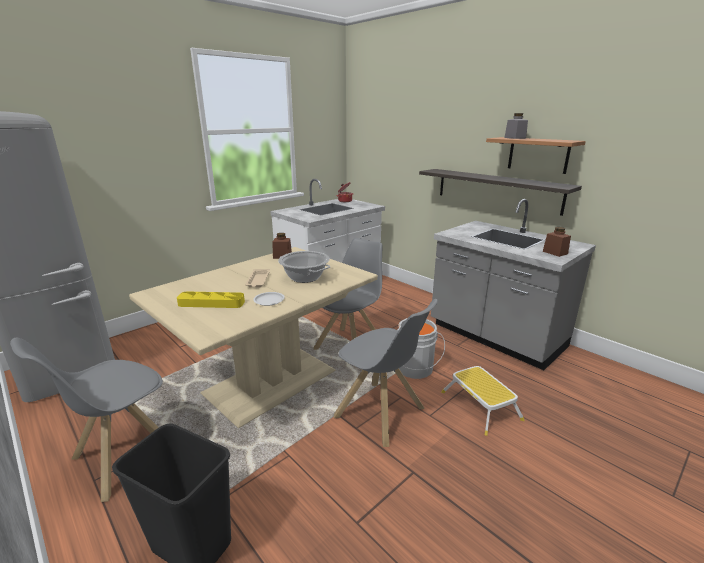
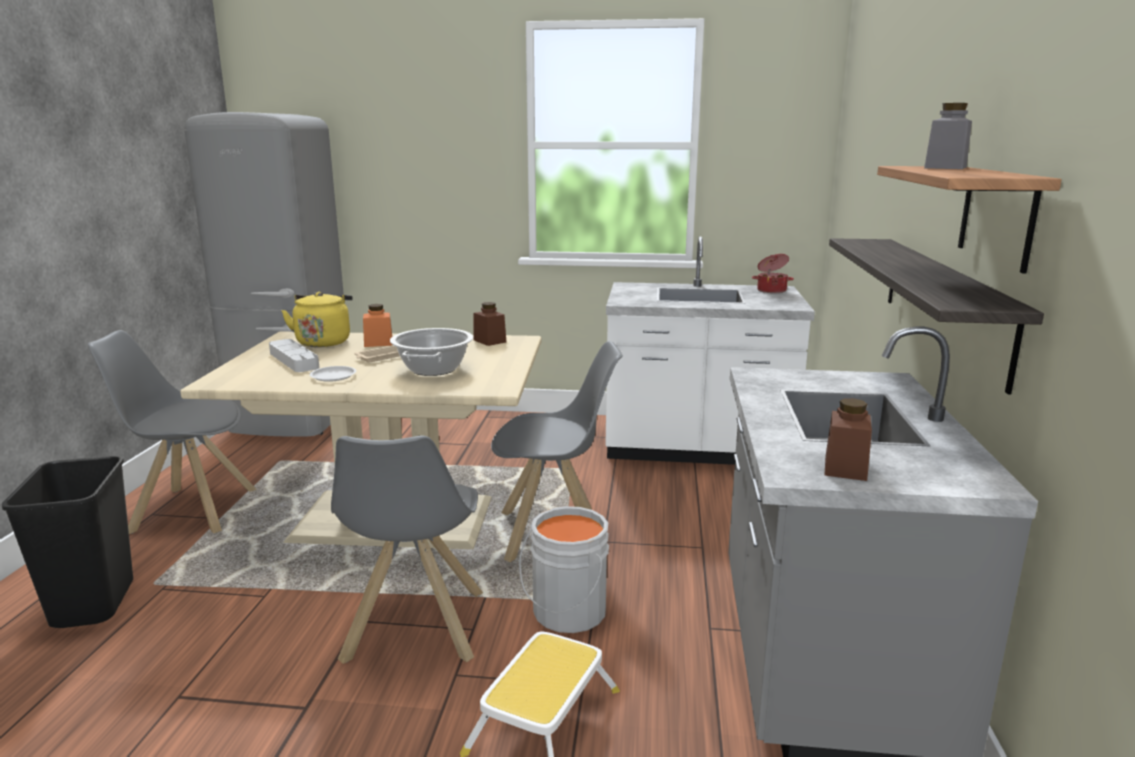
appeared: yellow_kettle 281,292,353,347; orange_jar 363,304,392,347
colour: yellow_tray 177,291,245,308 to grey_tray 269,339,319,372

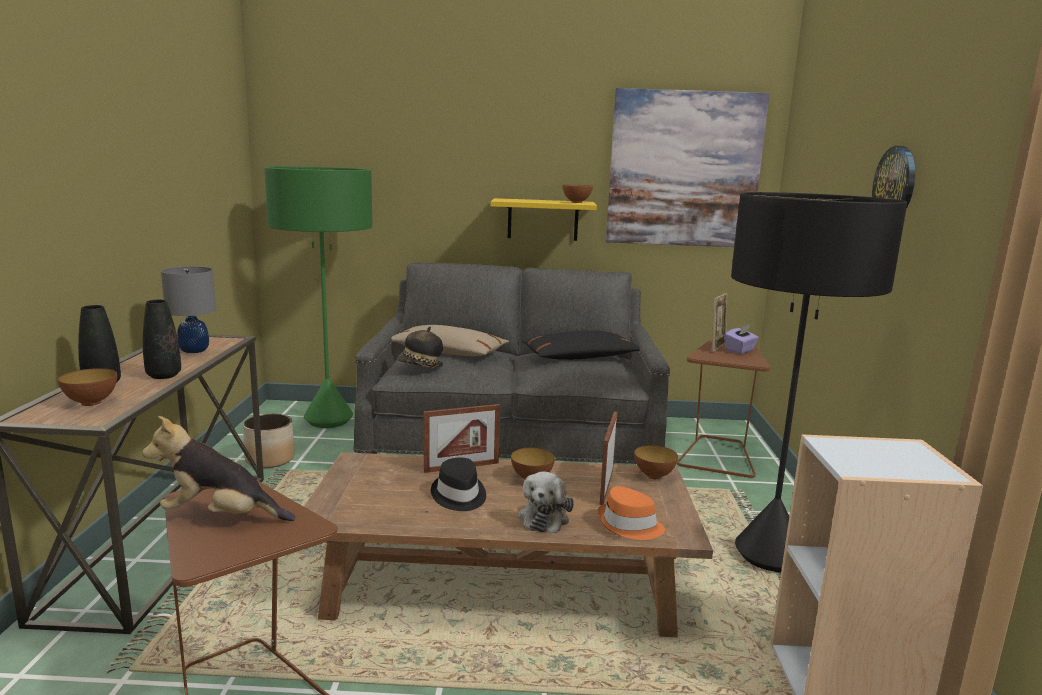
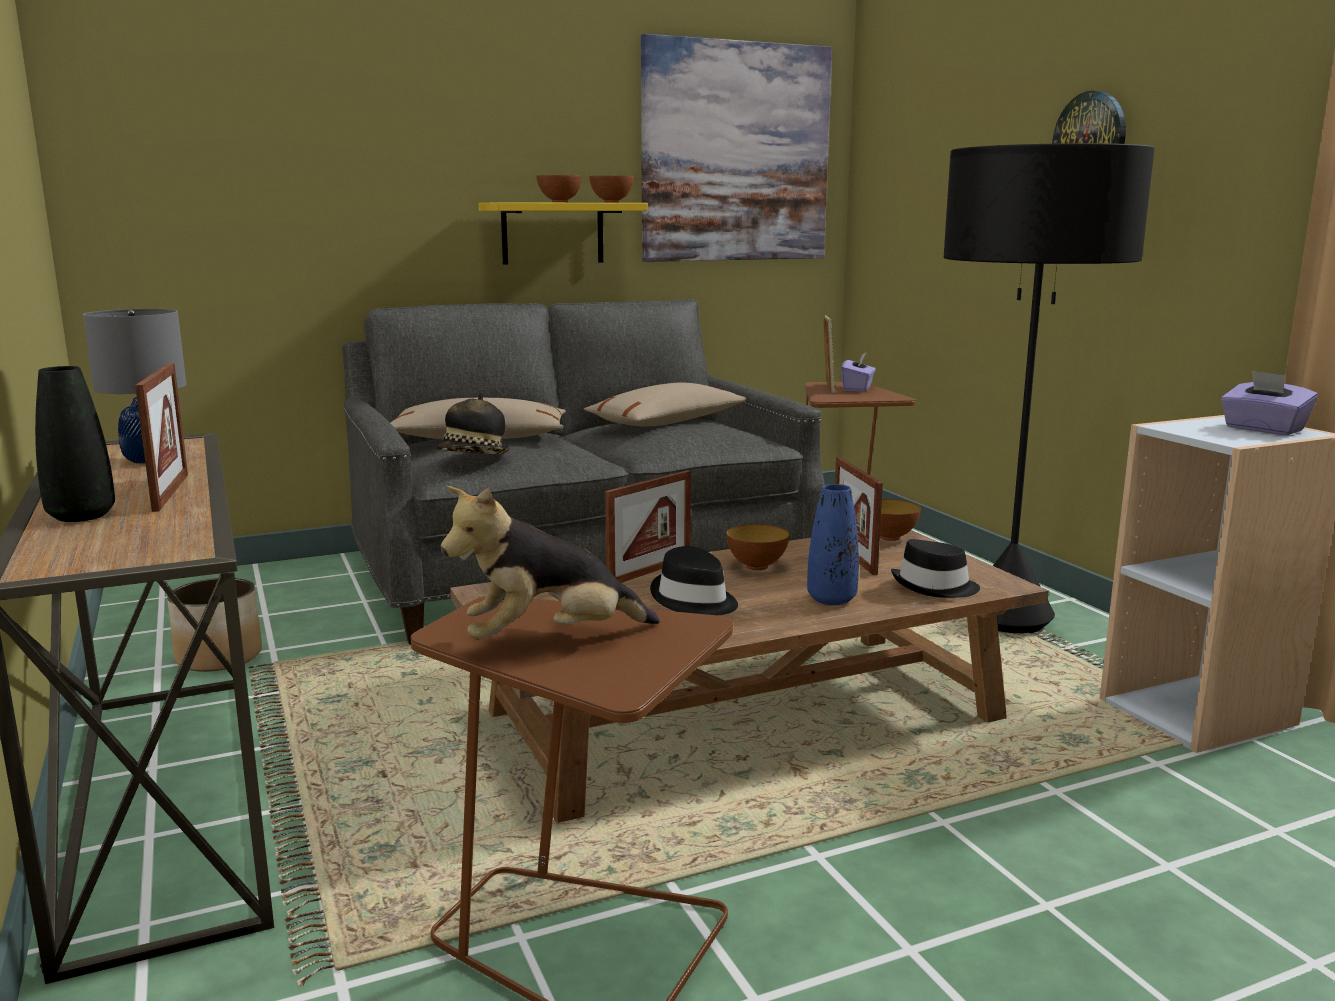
missing: green_floor_lamp 264,166,372,428
appeared: purple_tissue_box 1221,371,1318,435
relocated: bowl 58,368,117,406 to 537,175,582,202
exchanged: black_vase 143,300,181,379 to picture_frame 135,363,188,512; plush_toy 518,472,574,533 to blue_vase 807,484,859,605
colour: black_pillow 522,331,640,360 to beige_pillow 584,383,746,426; orange_hat 598,486,665,540 to black_hat 891,539,980,598

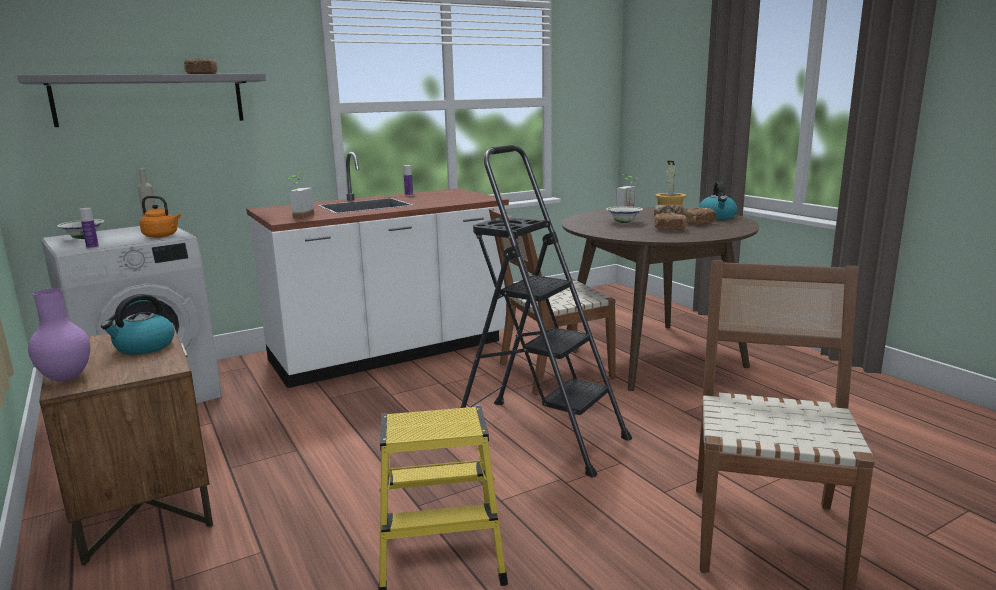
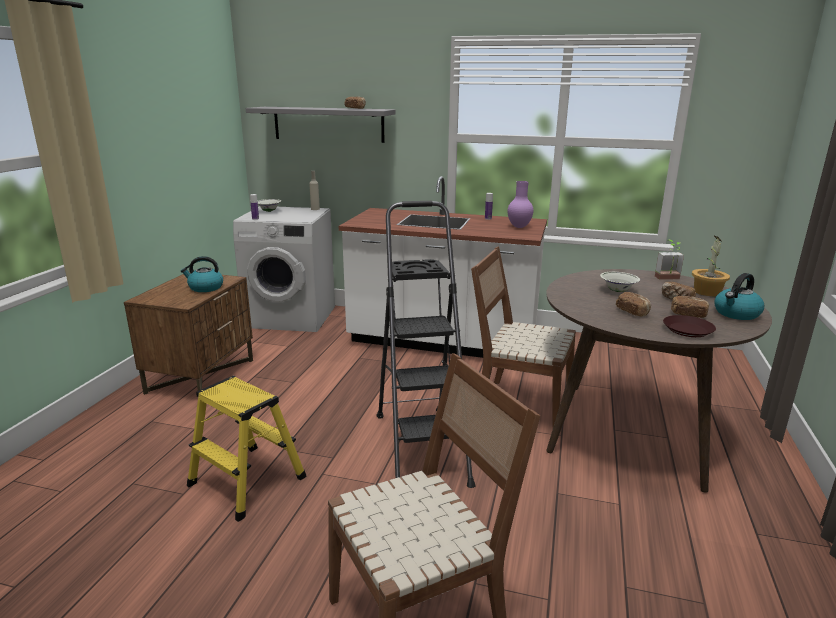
missing: orange_kettle 140,196,181,238; potted_plant 286,173,314,219
appeared: brown_plate 663,315,716,337
relocated: purple_vase 28,288,90,382 to 507,181,534,228

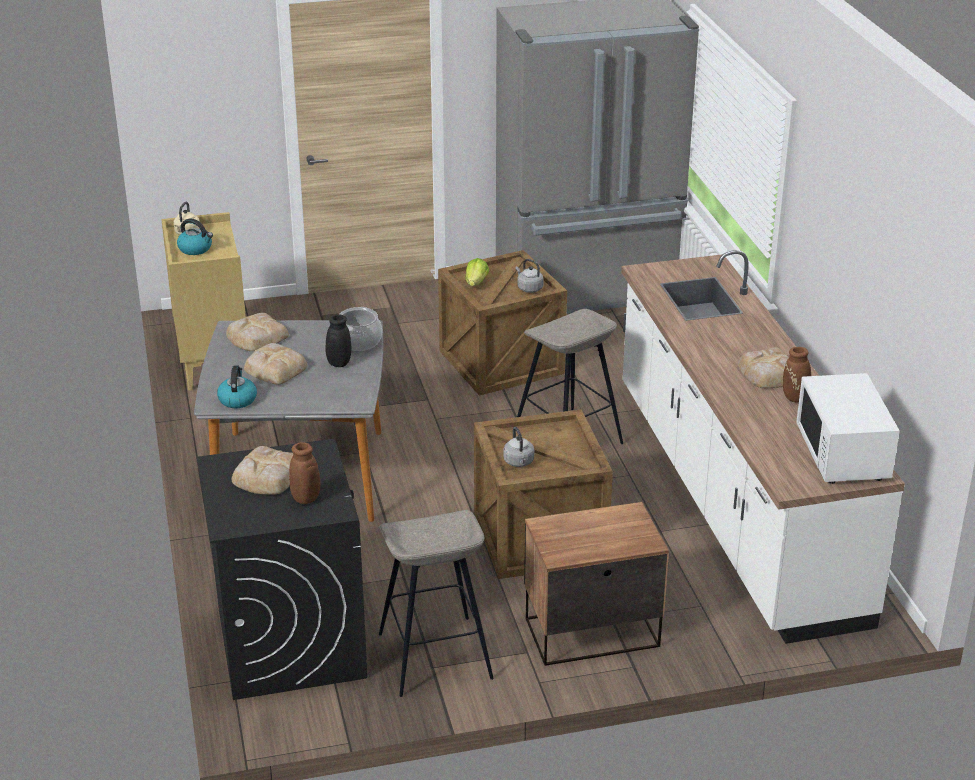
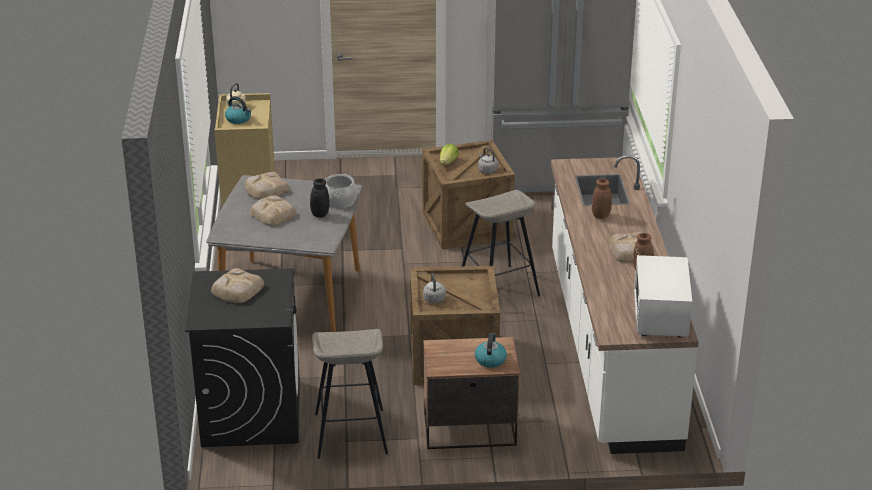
relocated: kettle 217,365,257,408 to 475,333,507,368; brown_vase 289,442,320,504 to 592,179,612,219

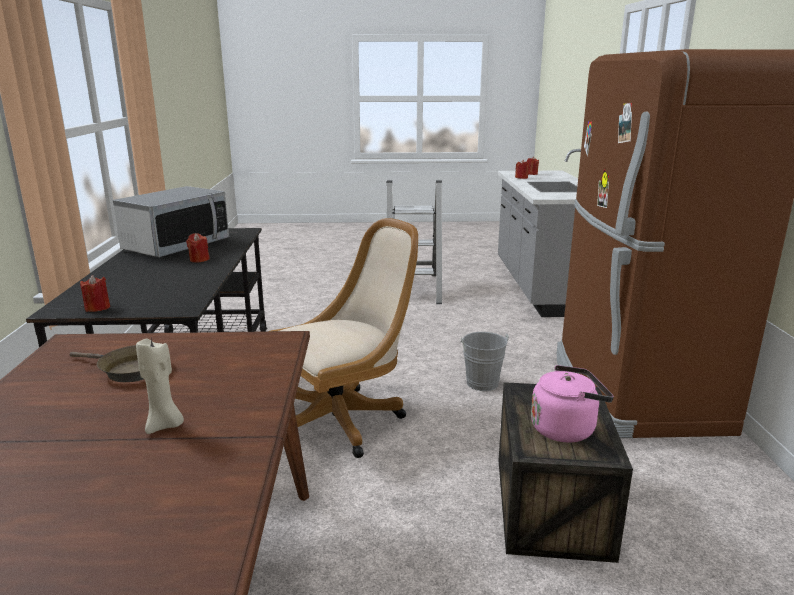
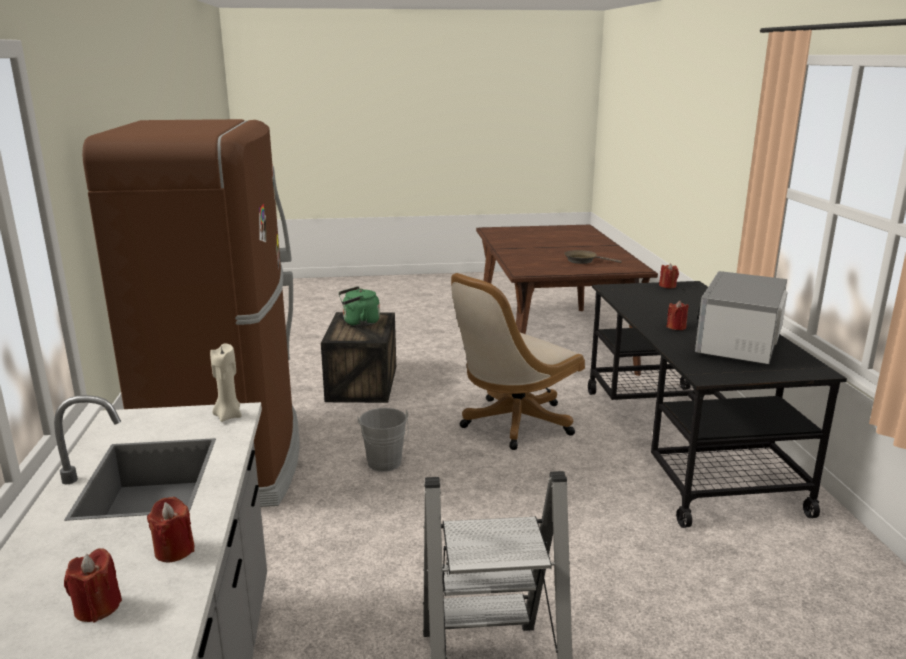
relocated: beige_candle 136,339,184,434 to 210,344,242,422
colour: pink_kettle 531,365,614,443 to green_kettle 339,286,380,327

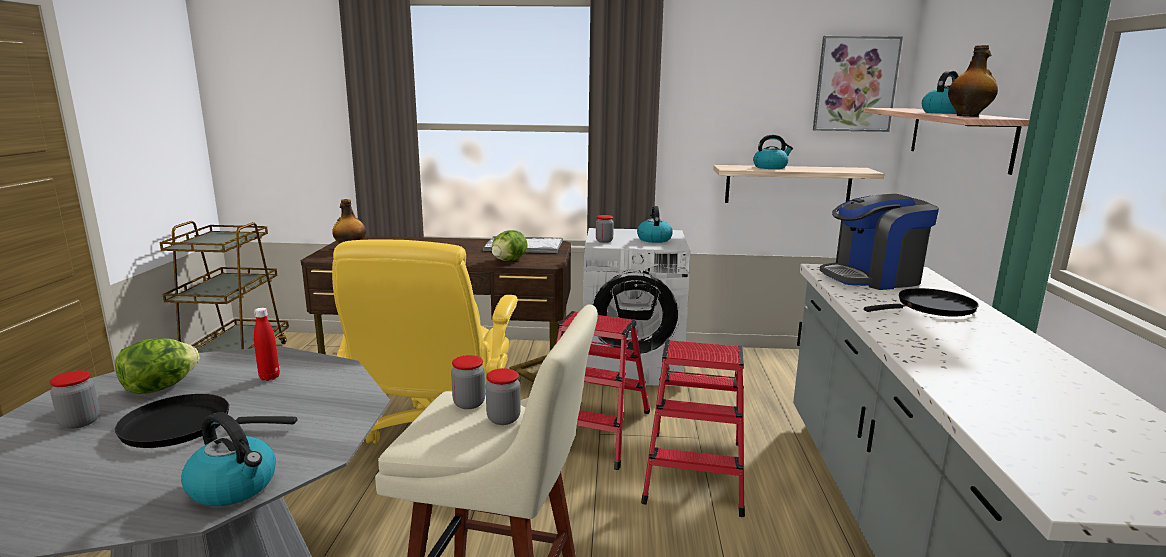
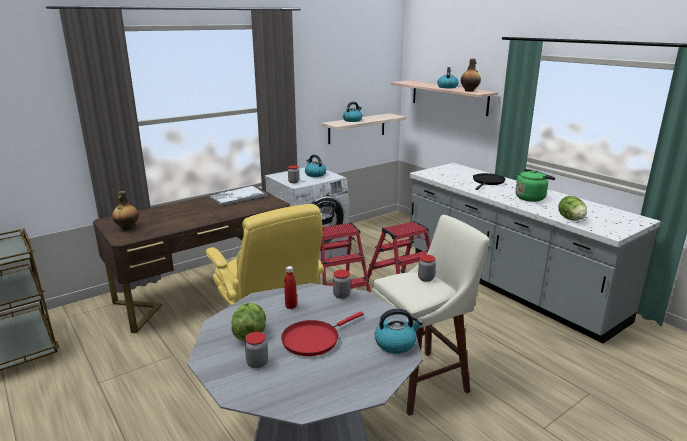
missing: picture 813,36,903,132; coffee_machine 820,194,939,290
appeared: green_kettle 515,169,555,202
relocated: jar 451,355,485,409 to 333,270,351,299; lettuce 491,230,528,261 to 558,196,587,221
colour: black_frying_pan 115,394,297,448 to red_frying_pan 281,312,364,356

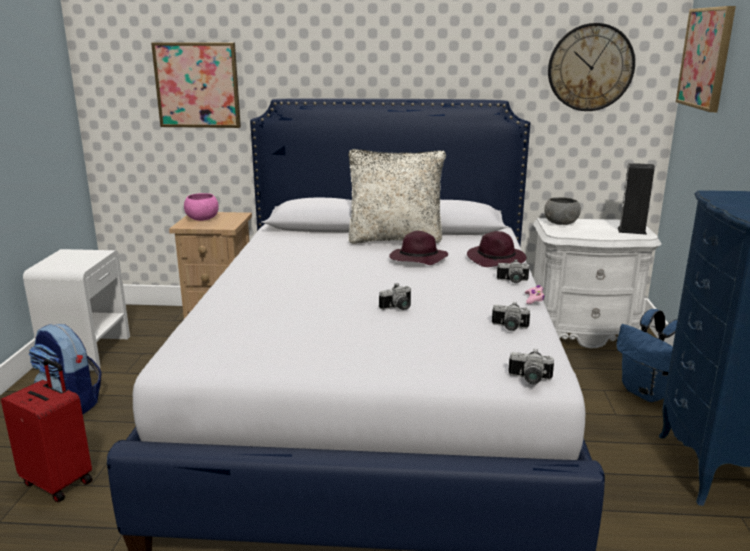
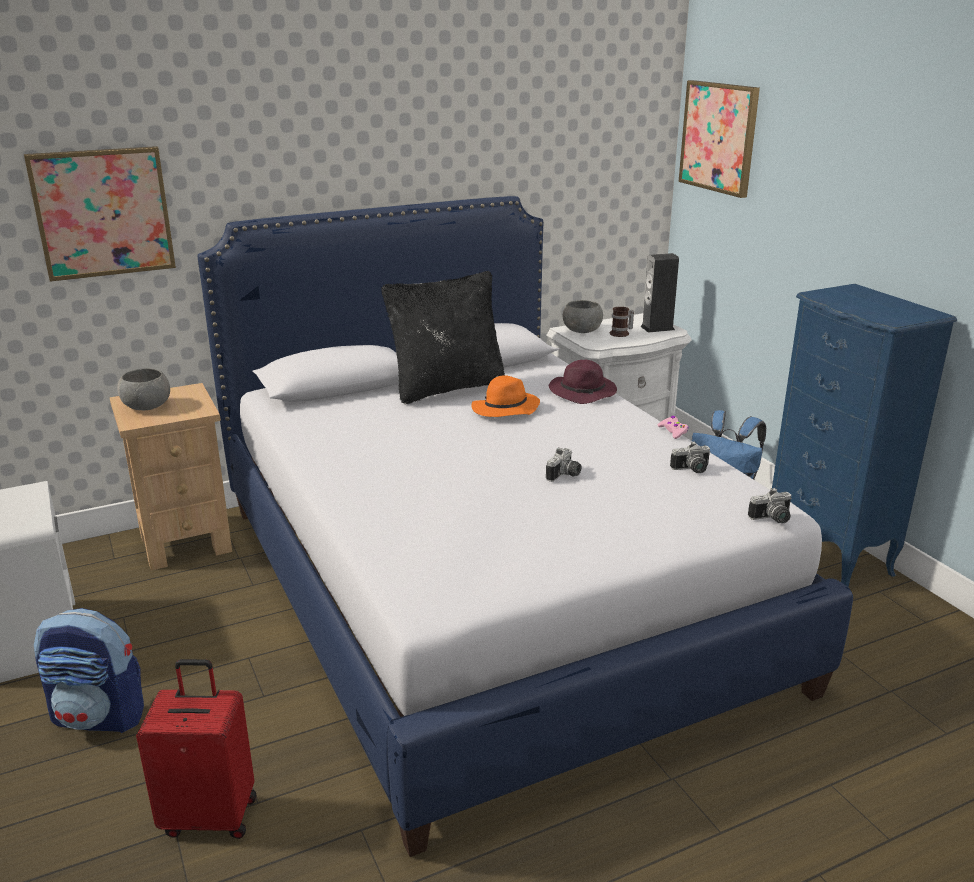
missing: photo_camera 497,259,529,283; wall_clock 548,23,635,111
appeared: mug 610,307,634,337
colour: pink_bowl 184,193,219,221 to grey_bowl 117,368,170,410; beige_pillow 348,149,446,244 to black_pillow 381,271,505,405; purple_hat 389,231,448,265 to orange_hat 472,375,540,417

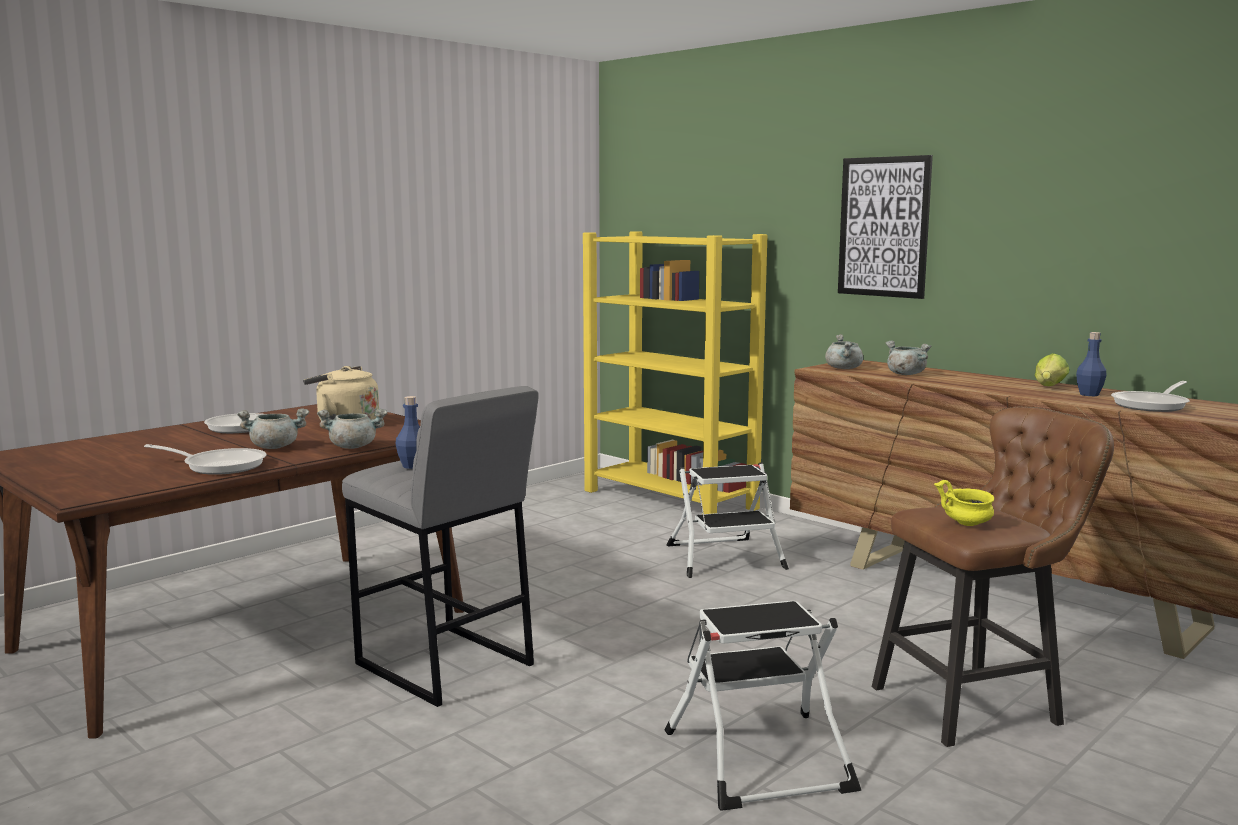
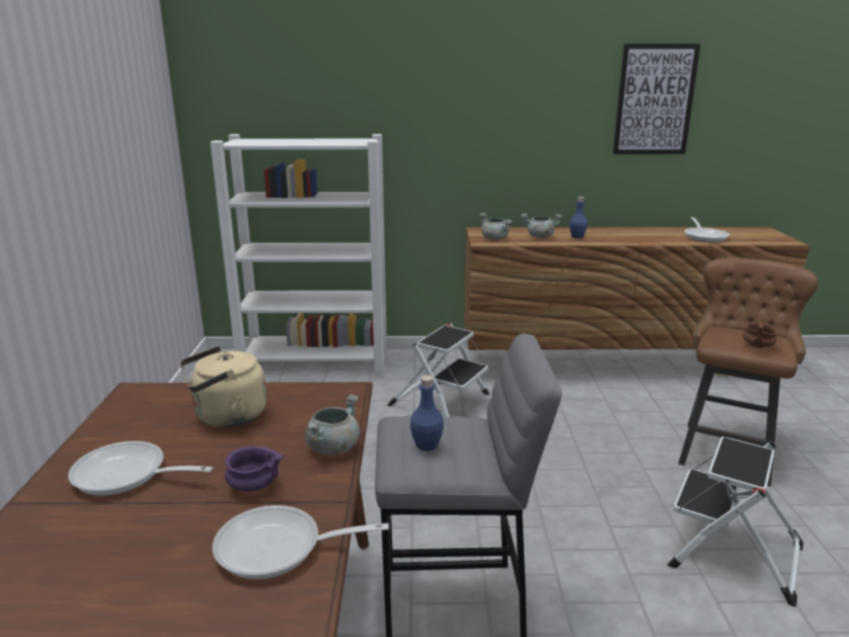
missing: lettuce 1035,353,1070,386
relocated: picture 838,155,933,299 to 613,44,701,154; blue_bottle 1076,332,1107,396 to 569,197,588,238
exchanged: grey_cooking_pot 237,408,309,449 to purple_bowl 225,446,284,492
colour: yellow_bookcase 583,231,767,514 to white_bookcase 210,134,387,377; yellow_bowl 934,480,994,526 to brown_bowl 743,322,779,348
spun: frying_pan 144,444,266,475 = 212,505,389,580 150 degrees counterclockwise

